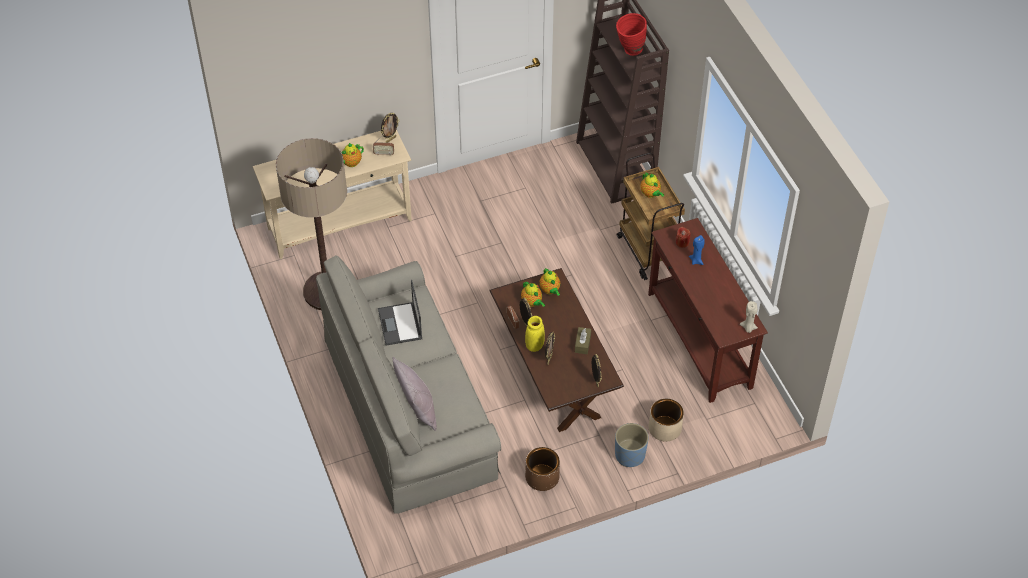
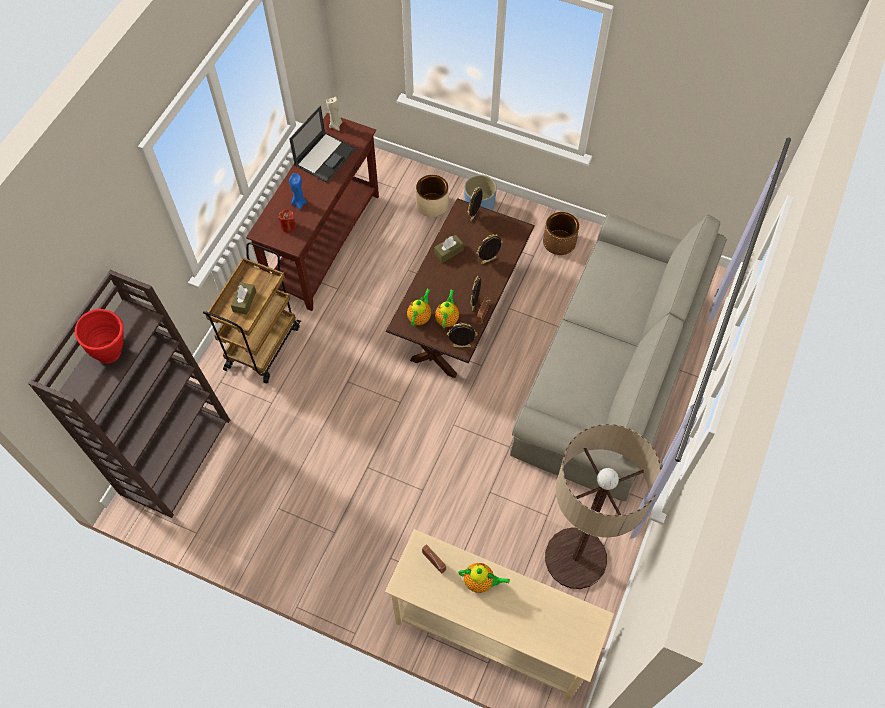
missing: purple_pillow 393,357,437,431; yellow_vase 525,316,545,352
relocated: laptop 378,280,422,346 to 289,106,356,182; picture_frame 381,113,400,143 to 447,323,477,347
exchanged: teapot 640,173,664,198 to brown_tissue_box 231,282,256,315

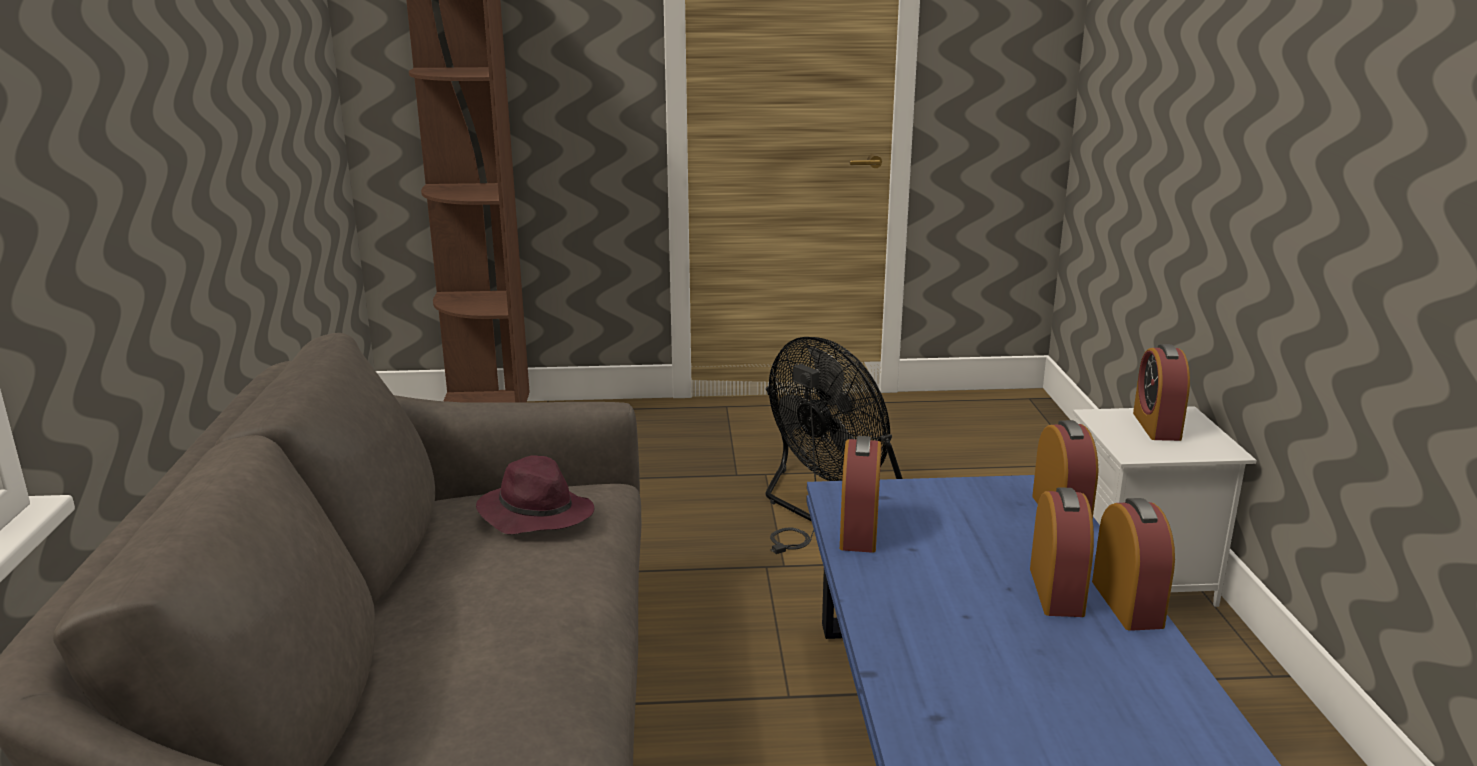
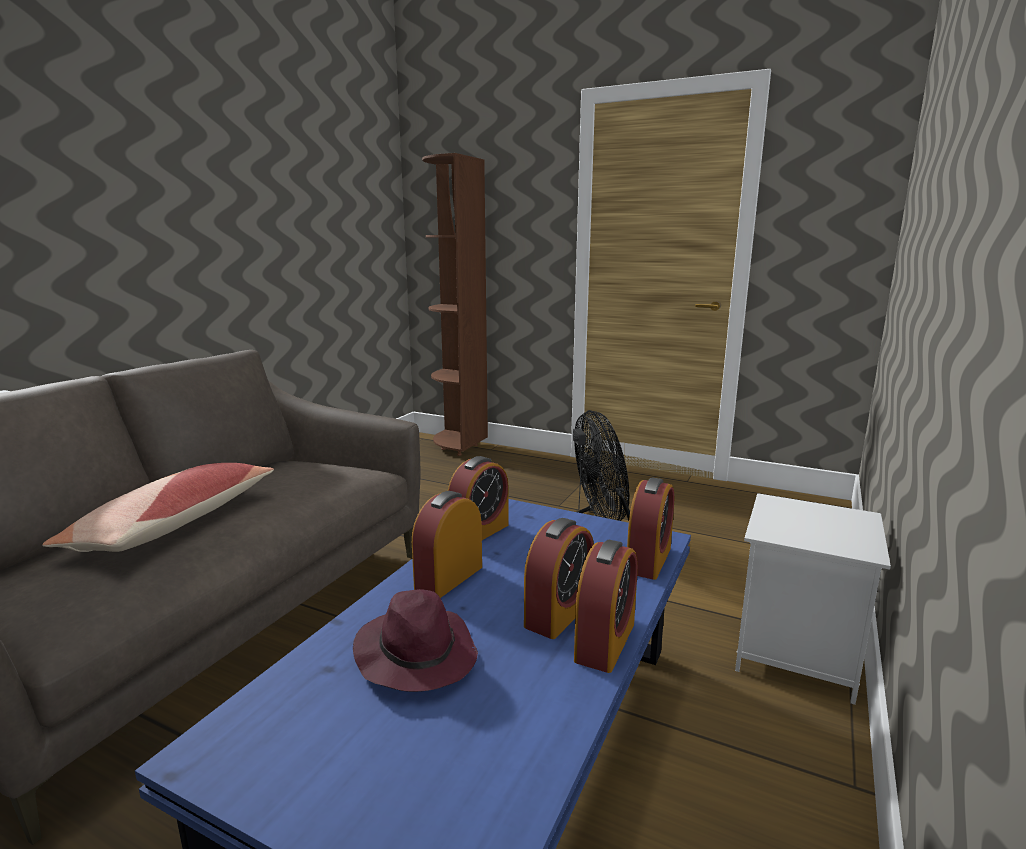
appeared: pillow 42,463,274,552
relocated: purple_hat 476,455,594,534 to 353,589,478,692; alarm_clock 1133,344,1190,441 to 412,491,482,598

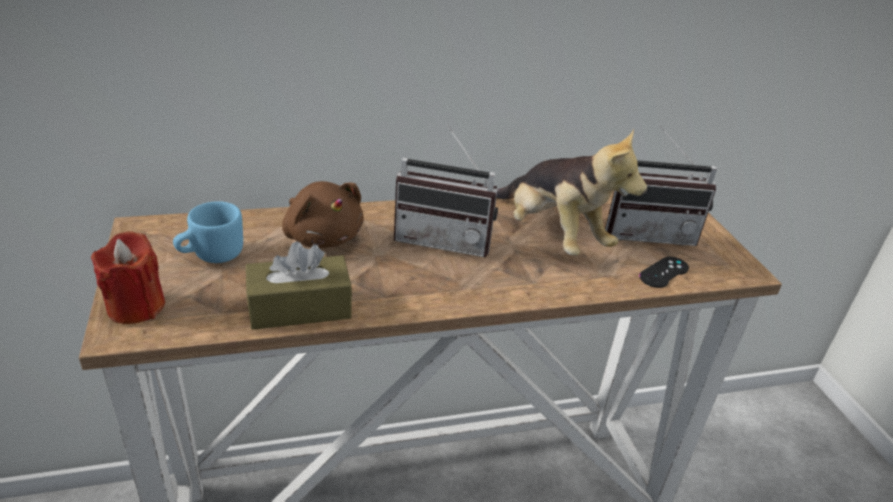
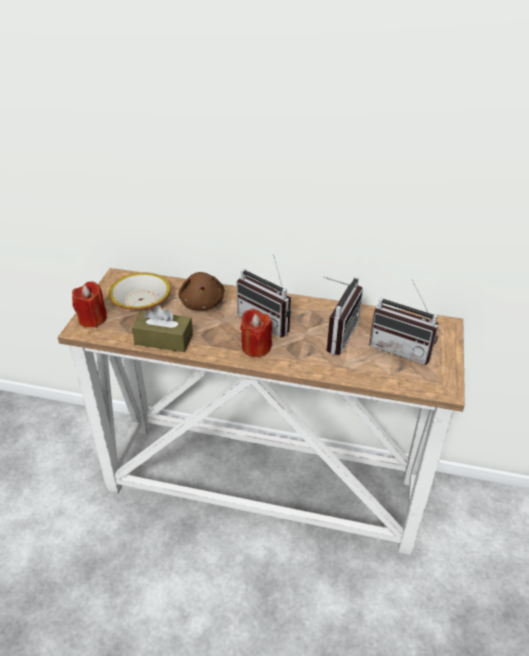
missing: black_game_controller 639,257,689,288
appeared: red_candle 240,309,273,357
exchanged: blue_mug 173,201,243,263 to bowl 109,273,171,310; plush_toy 497,129,647,255 to radio 323,277,363,355

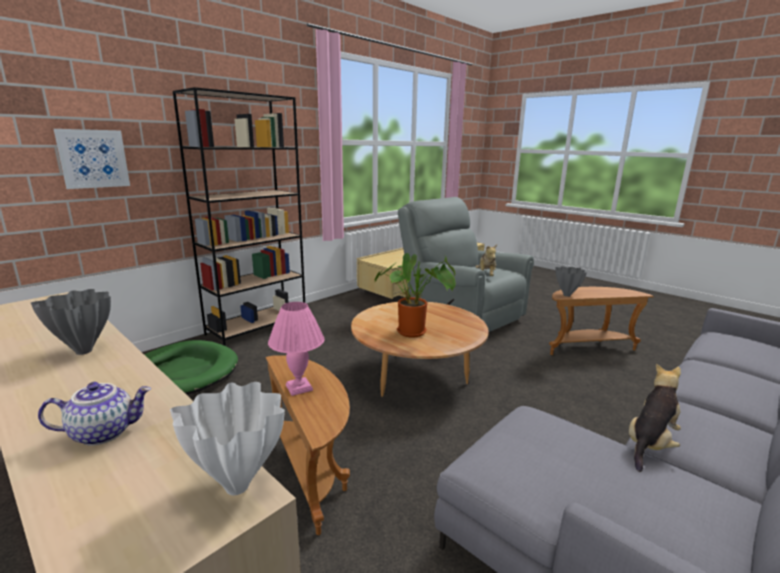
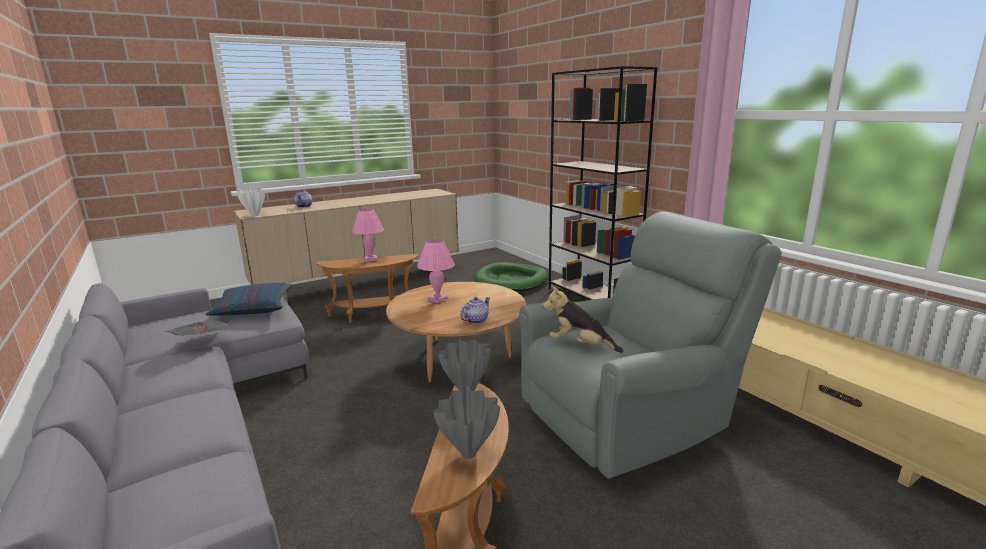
missing: picture 54,129,130,189
appeared: blue_pillow 206,283,291,316; teapot 460,297,490,324
relocated: grey_vase 31,289,111,355 to 433,386,500,459
exchanged: potted_plant 375,253,456,338 to pink_table_lamp 417,239,455,303; plush_toy 629,363,681,472 to newspaper 165,321,230,336

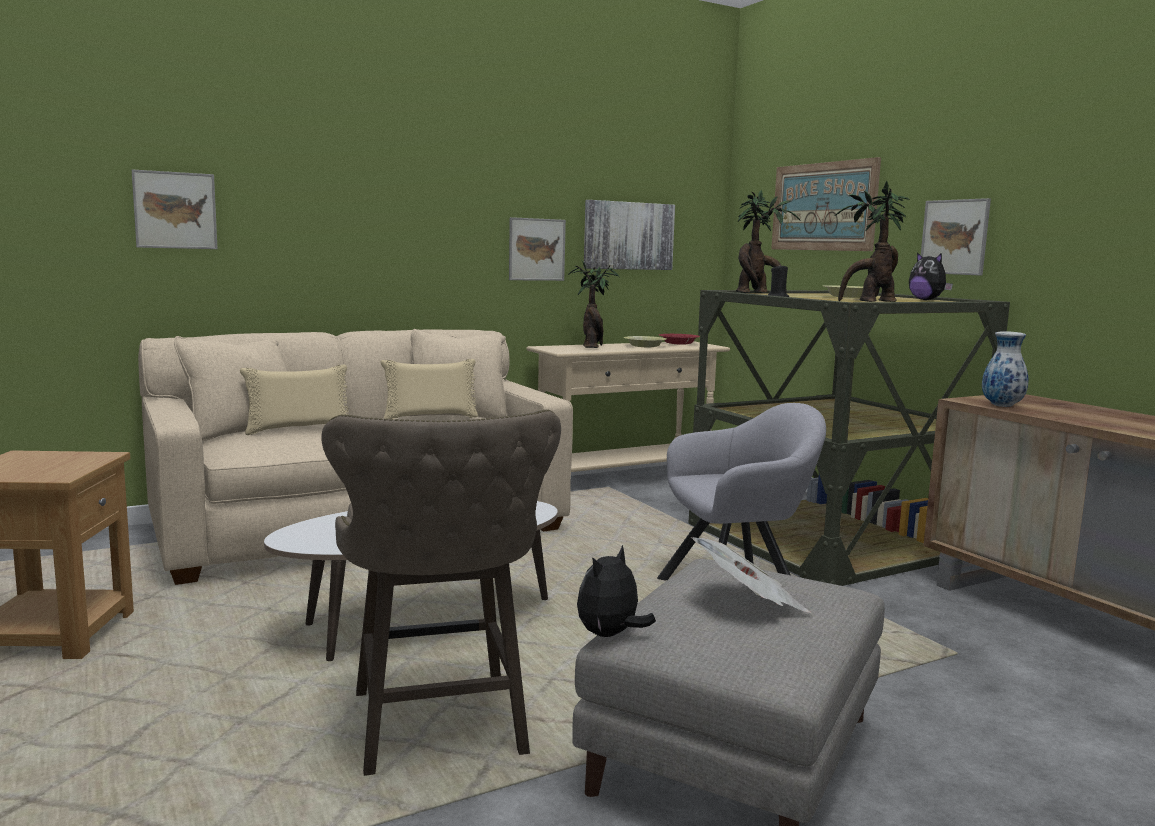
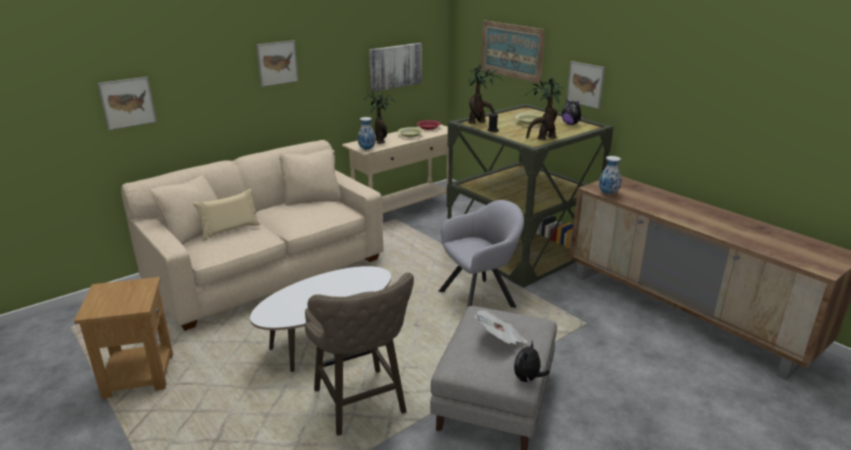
missing: beige_pillow 381,359,478,419
appeared: vase 358,117,376,150
relocated: picture 509,217,566,281 to 256,40,298,87; plush_toy 577,544,656,637 to 514,341,550,383

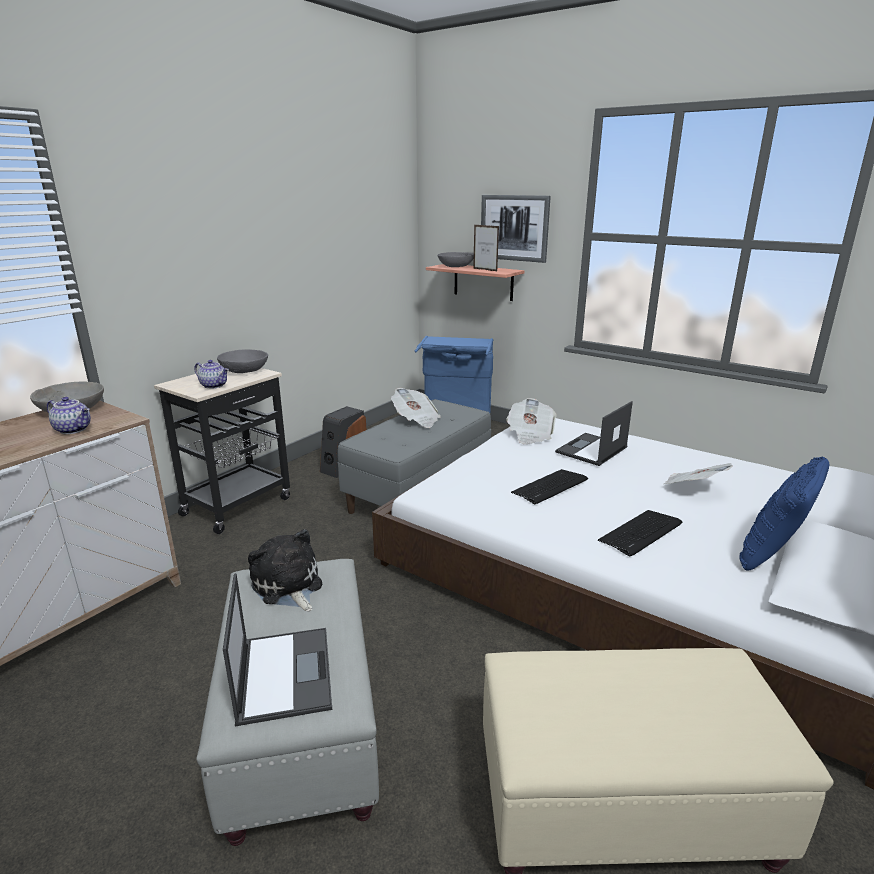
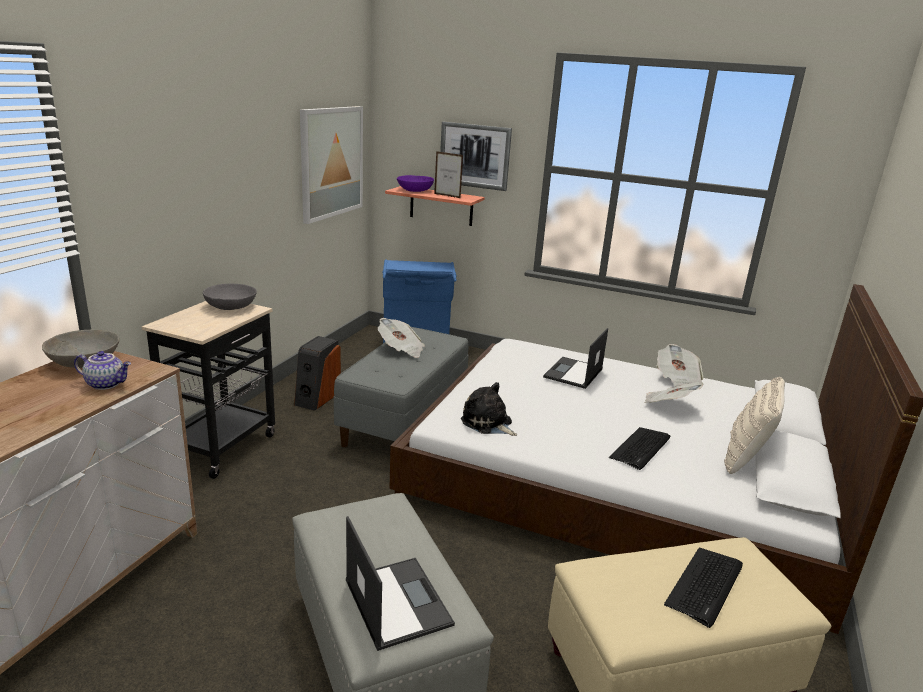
missing: teapot 194,360,229,389
appeared: picture 300,106,363,224
relocated: plush_toy 248,529,322,611 to 461,382,517,436; newspaper 506,398,557,444 to 657,344,704,387; keyboard 511,469,588,504 to 664,548,743,628
colour: grey_bowl 438,252,474,267 to purple_bowl 397,175,434,192; blue_pillow 739,456,829,571 to beige_pillow 724,377,785,474

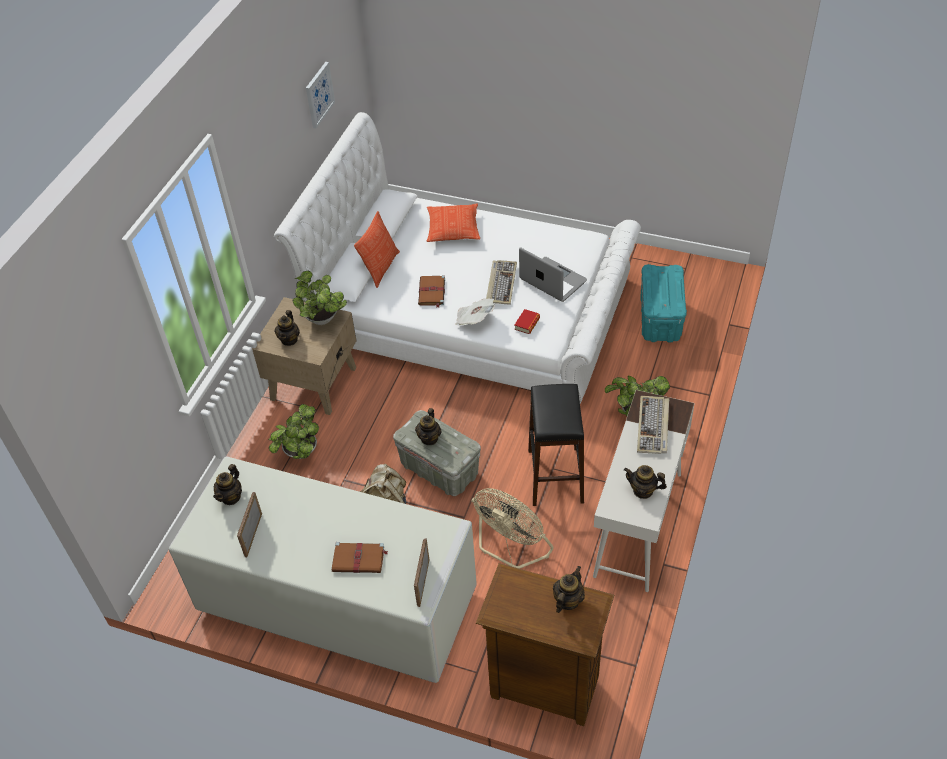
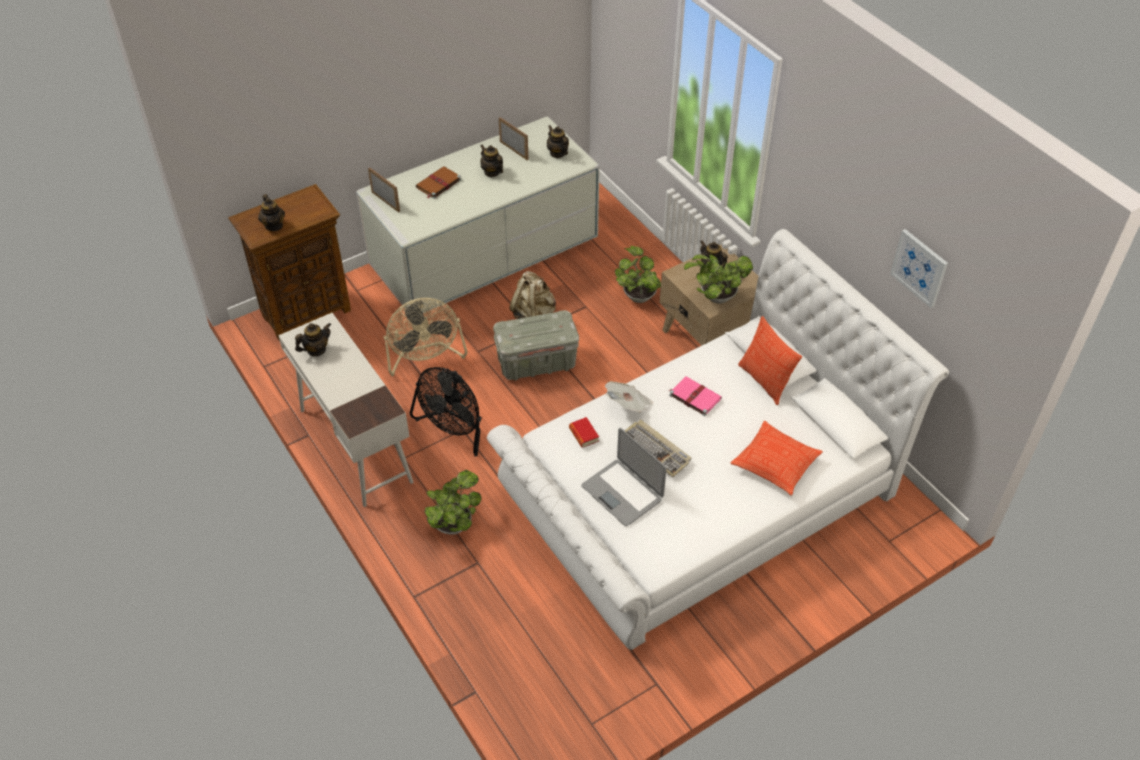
missing: keyboard 637,396,669,454; turquoise_storage_box 640,264,687,343
relocated: teapot 415,408,441,445 to 480,144,503,177
exchanged: black_stool 528,384,584,506 to black_fan 410,367,482,457
colour: brown_book 418,276,445,308 to pink_book 669,376,722,416
spun: laptop 519,247,587,302 = 581,428,667,526 60 degrees clockwise

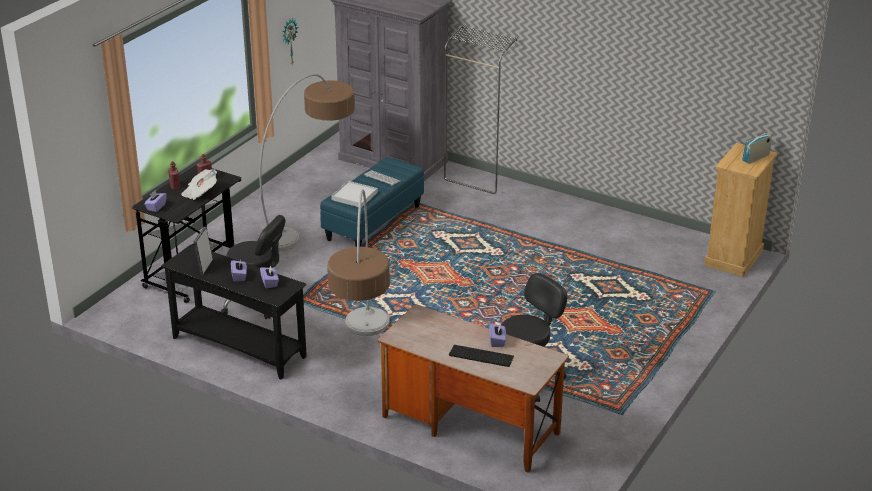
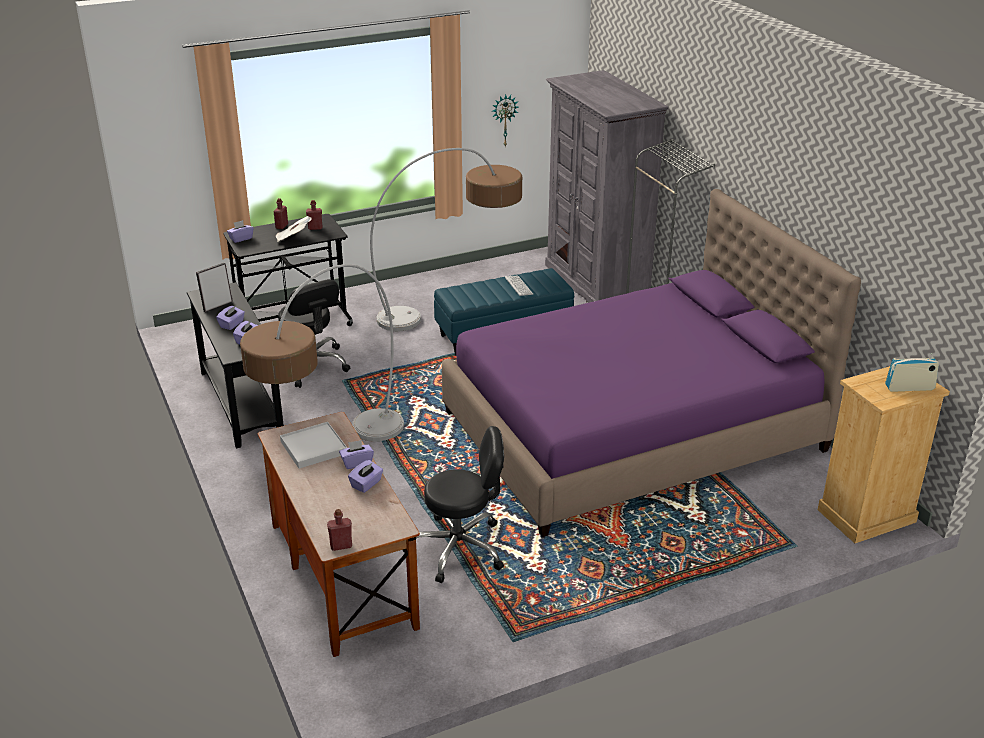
missing: keyboard 449,345,514,367
appeared: red_bottle 327,509,352,551; purple_tissue_box 339,440,374,469; purple_bed 442,189,861,537
relocated: white_tray 331,181,378,208 to 280,422,347,469

